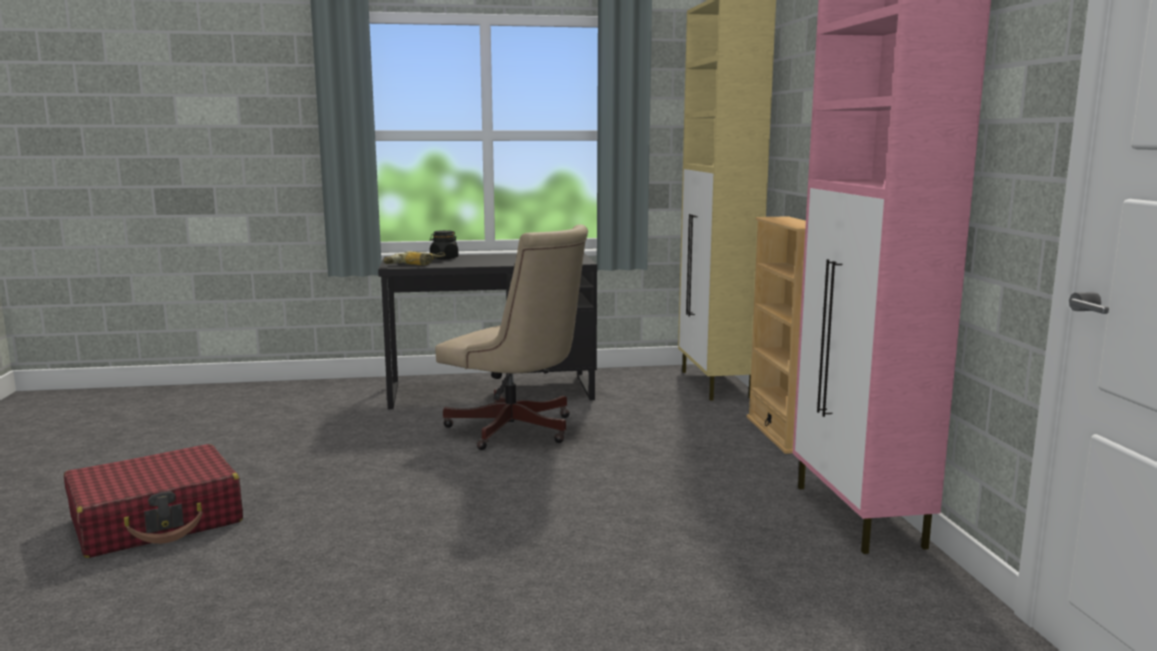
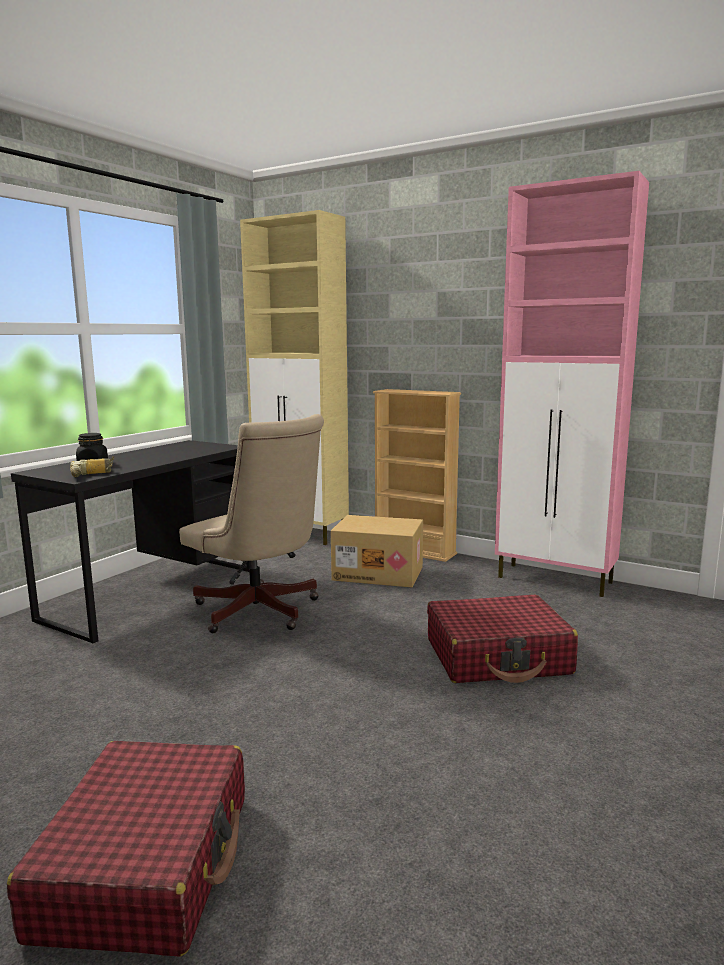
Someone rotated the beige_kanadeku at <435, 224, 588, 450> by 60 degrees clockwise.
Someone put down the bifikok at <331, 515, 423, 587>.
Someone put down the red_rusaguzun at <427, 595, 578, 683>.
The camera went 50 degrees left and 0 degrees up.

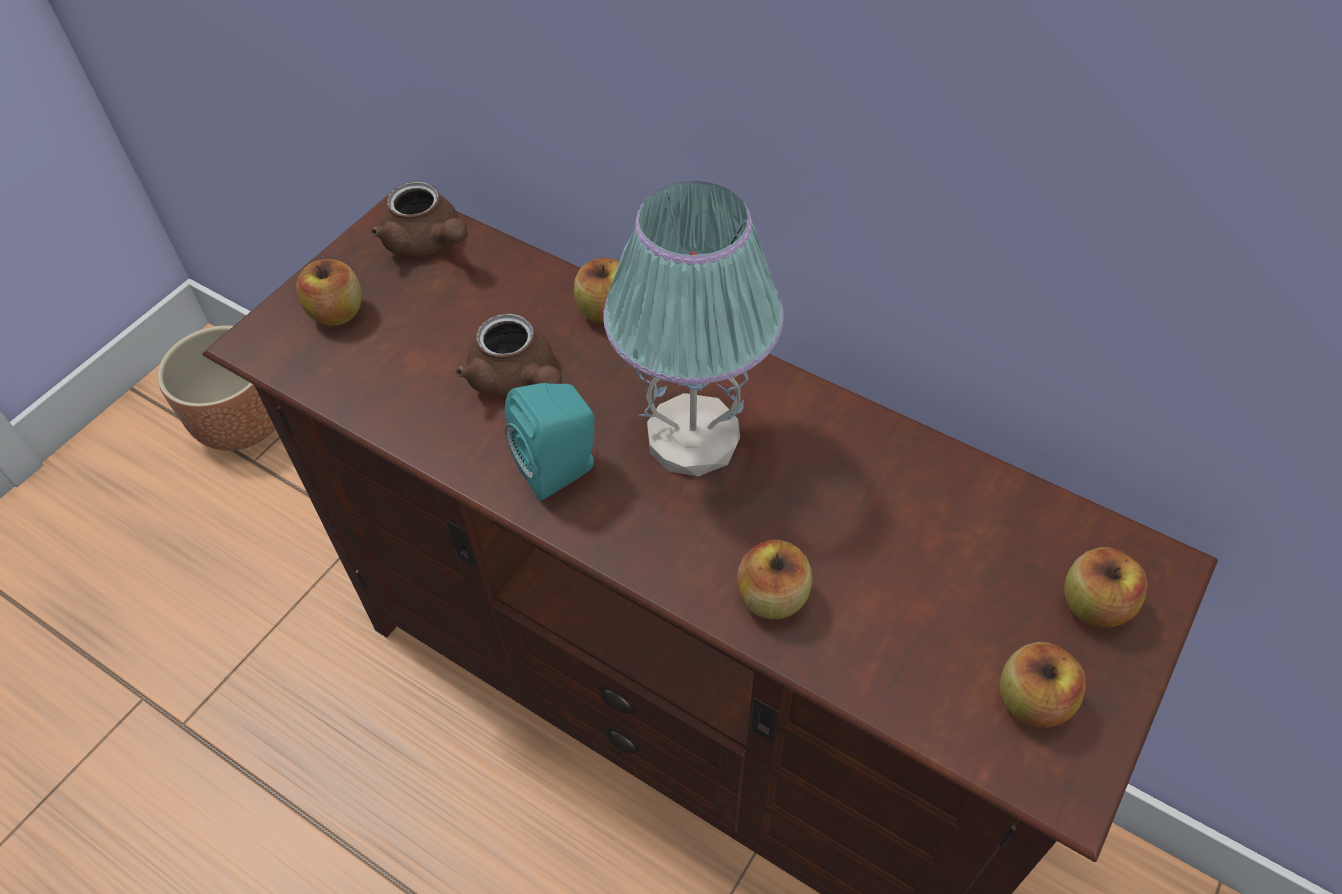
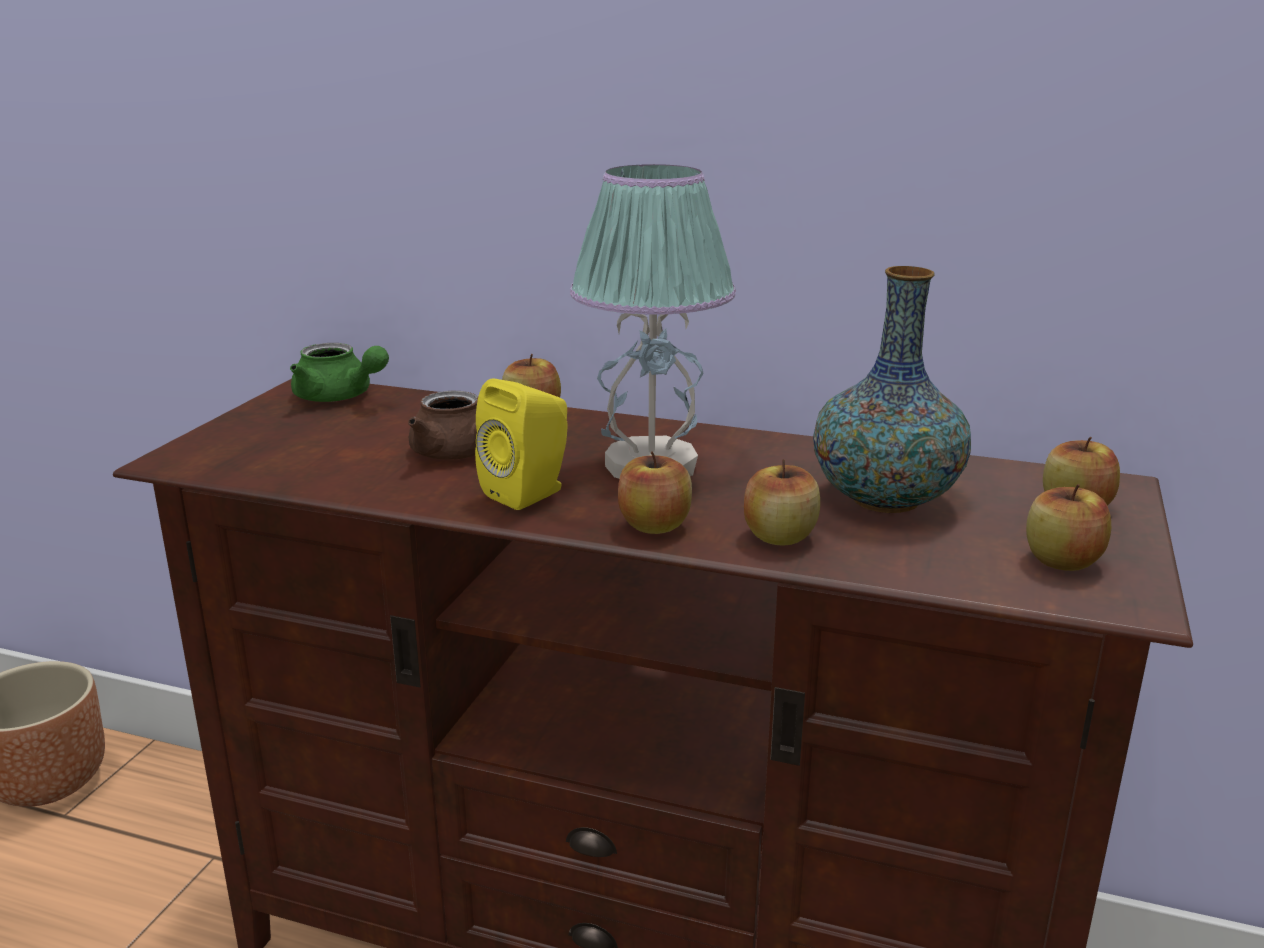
Someone carried the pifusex from <296, 259, 362, 325> to <618, 452, 692, 534>.
Someone repainted the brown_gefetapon at <371, 181, 467, 256>, which became the green_gefetapon at <290, 343, 389, 402>.
Someone repainted the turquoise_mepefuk at <505, 383, 595, 501>, which became the yellow_mepefuk at <475, 378, 568, 510>.
Someone put down the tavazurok at <813, 266, 971, 513>.
The camera went 15 degrees left and 30 degrees down.

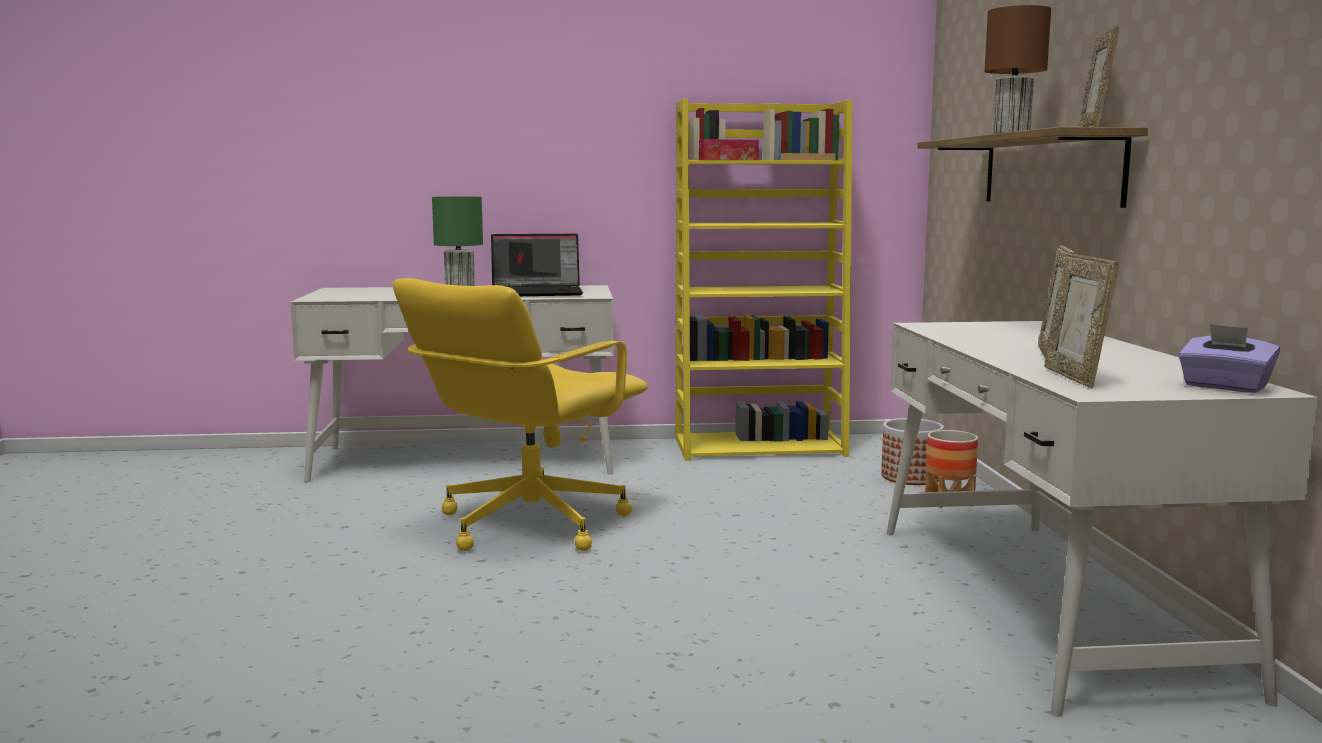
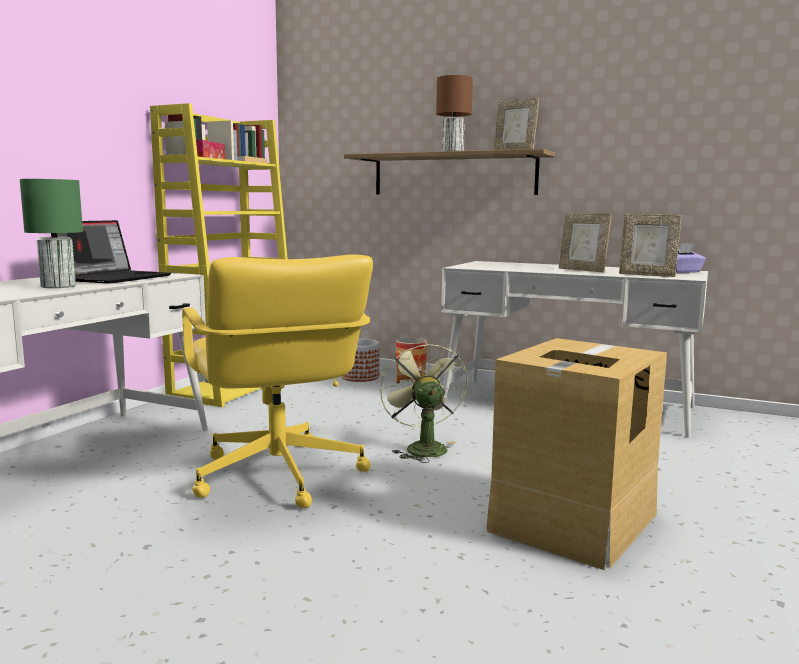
Someone put down the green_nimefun at <380, 339, 468, 463>.
Someone put down the bifikok at <486, 338, 667, 570>.
The camera went 60 degrees left and 0 degrees up.

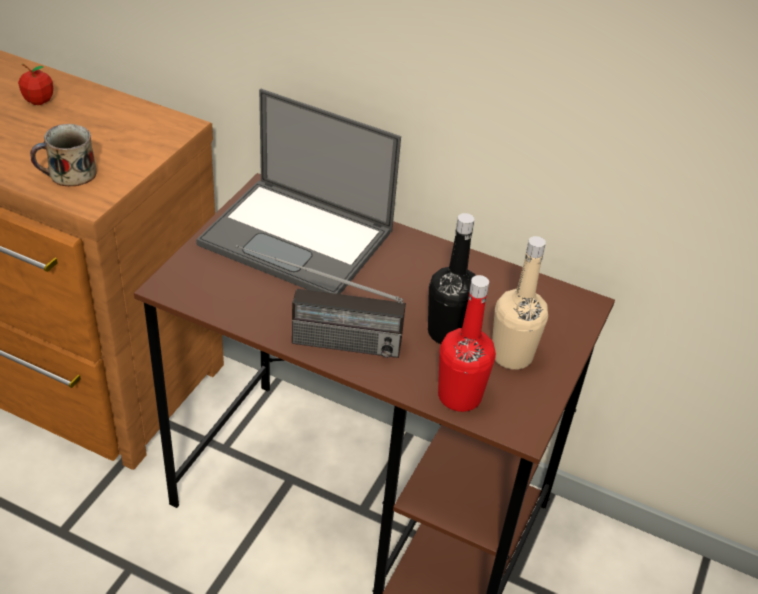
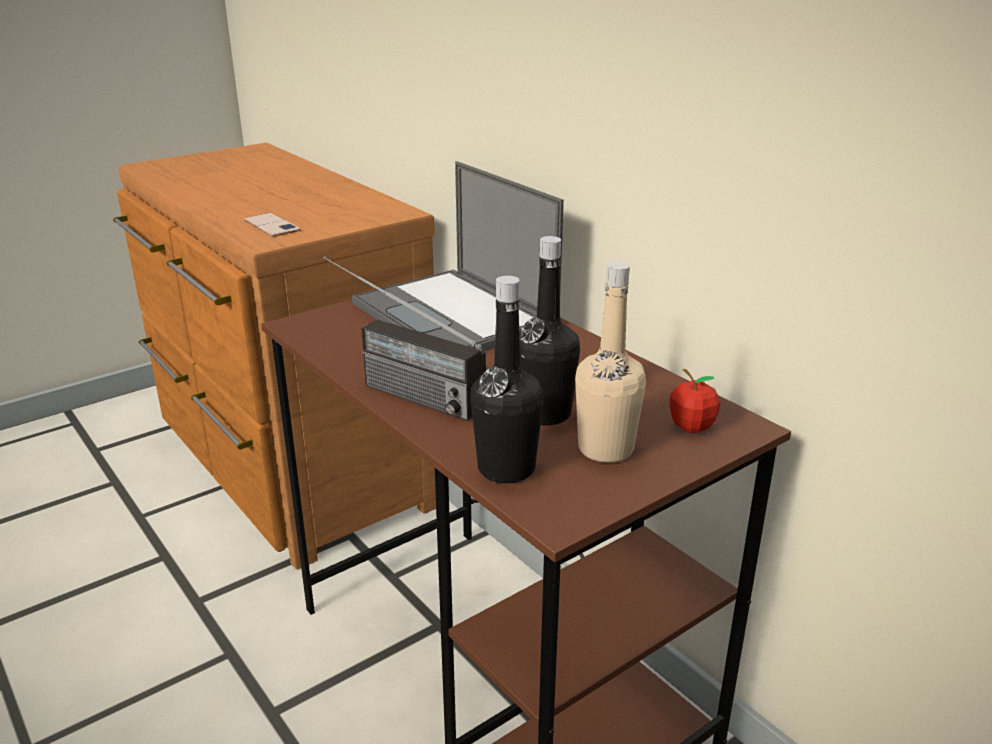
Someone carried the pifusex from <18, 64, 53, 105> to <669, 369, 721, 433>.
Someone swapped the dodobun at <30, 124, 97, 186> for the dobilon at <244, 213, 301, 237>.
Someone repainted the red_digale at <438, 275, 496, 412>, which became the black_digale at <470, 276, 544, 483>.
The camera went 30 degrees right and 15 degrees down.

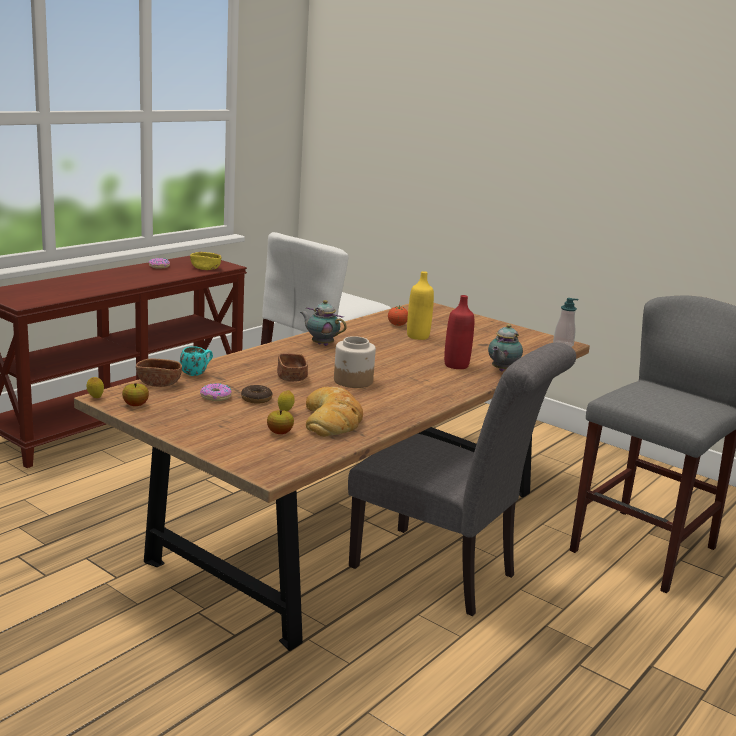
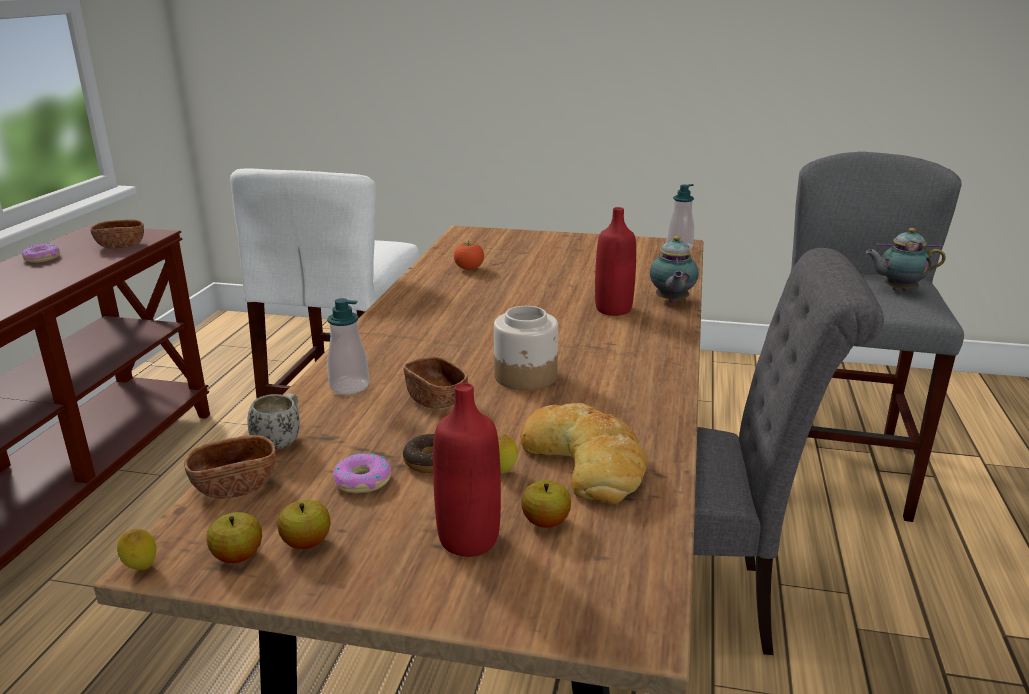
Someone repainted the turquoise_dodobun at <180, 346, 213, 376>, which became the white_dodobun at <247, 393, 300, 449>.
Someone repainted the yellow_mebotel at <190, 252, 221, 270>, which became the brown_mebotel at <90, 219, 144, 249>.
Someone carried the gefetapon from <300, 300, 347, 346> to <865, 228, 946, 291>.
Someone took away the yellow_digale at <407, 271, 434, 340>.
Someone put down the pifusex at <277, 500, 330, 549>.
Someone put down the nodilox at <327, 298, 369, 394>.
Someone put down the red_digale at <433, 383, 501, 557>.
The camera went 25 degrees left and 5 degrees up.

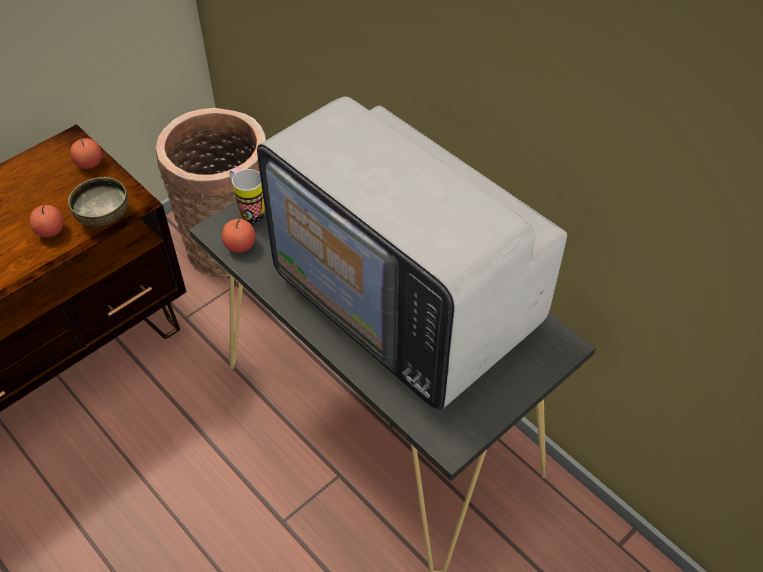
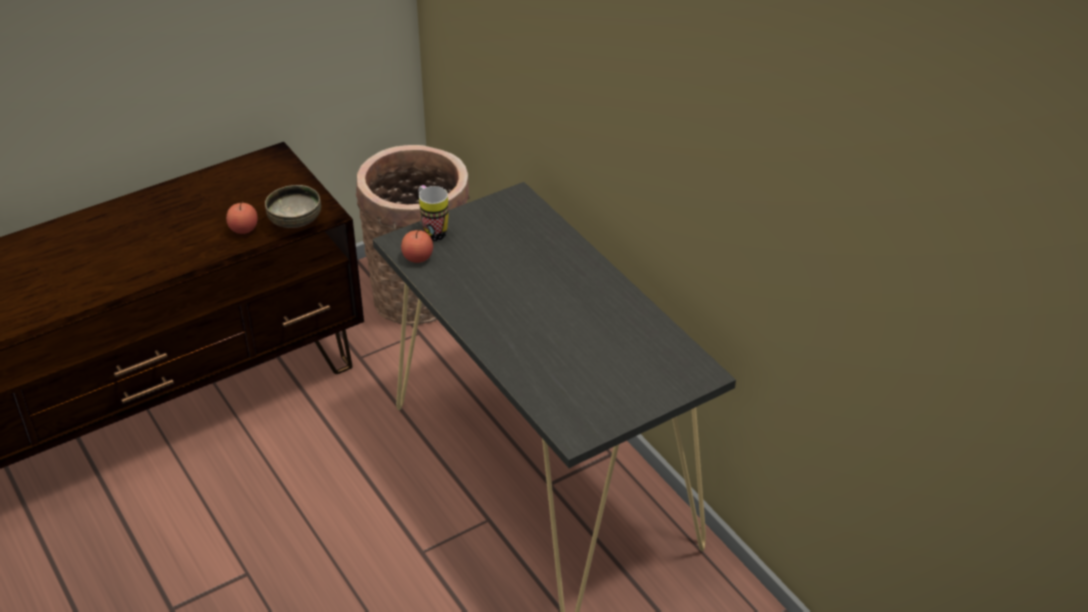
Someone took away the pifusex at <70, 136, 102, 169>.
Someone took away the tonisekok at <257, 96, 567, 410>.
The camera went 10 degrees right and 10 degrees down.

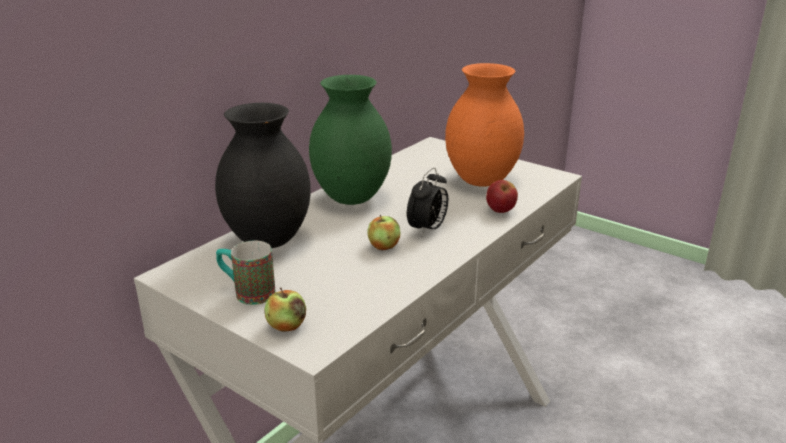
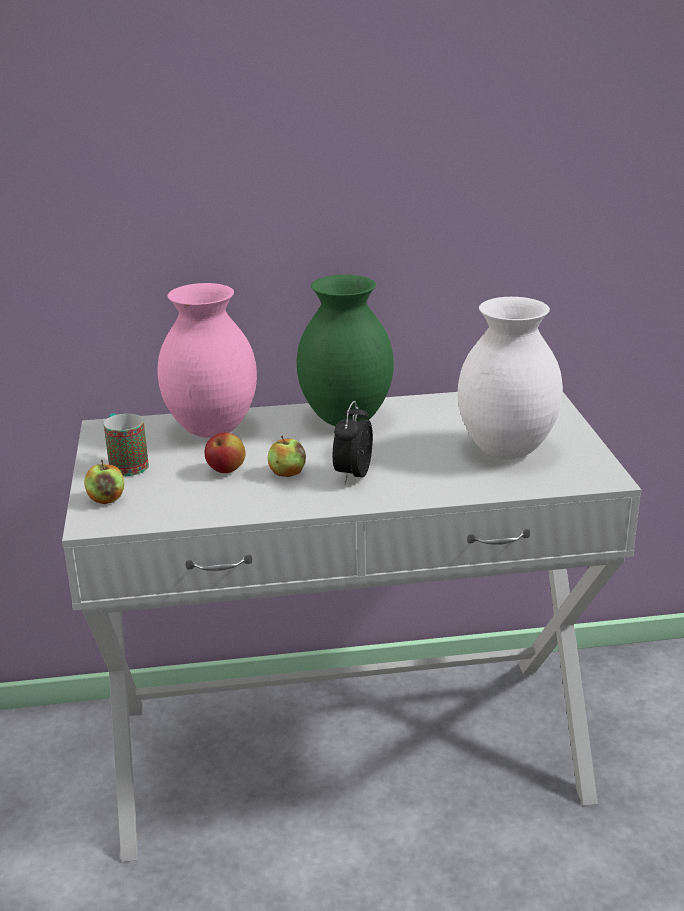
Someone repainted the black_tavazurok at <215, 103, 311, 248>, which became the pink_tavazurok at <157, 283, 257, 438>.
Someone rotated the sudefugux at <407, 168, 448, 237> by 120 degrees clockwise.
Someone repainted the orange_tavazurok at <445, 63, 524, 187>, which became the white_tavazurok at <458, 297, 563, 459>.
Someone carried the pifusex from <486, 180, 518, 213> to <205, 433, 246, 473>.
The camera went 45 degrees right and 0 degrees up.

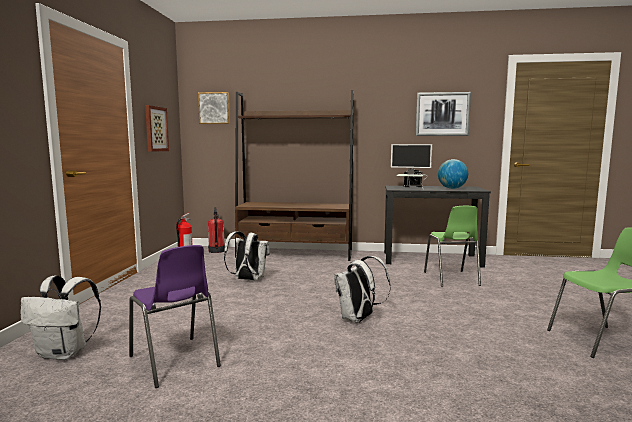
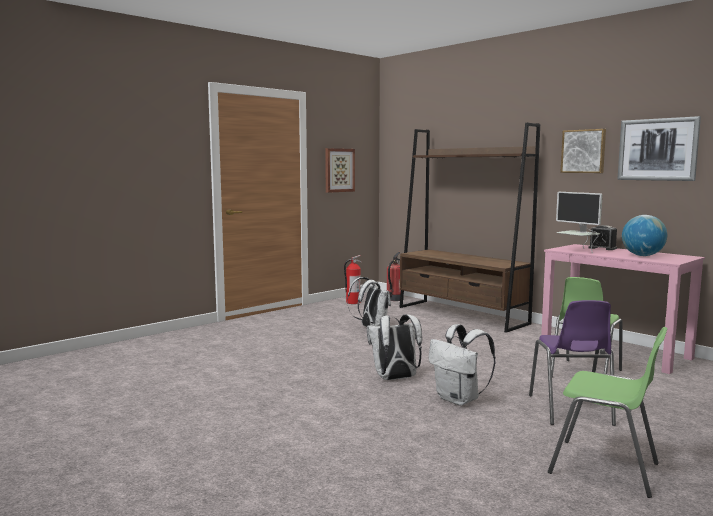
Someone carried the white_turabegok from <21, 275, 101, 360> to <428, 324, 496, 406>.
Someone carried the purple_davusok from <129, 245, 221, 388> to <529, 300, 616, 426>.
Someone carried the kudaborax from <198, 92, 230, 124> to <560, 129, 606, 173>.
Someone repainted the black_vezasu at <384, 186, 491, 268>, which became the pink_vezasu at <541, 244, 705, 374>.
The camera went 40 degrees right and 0 degrees up.

